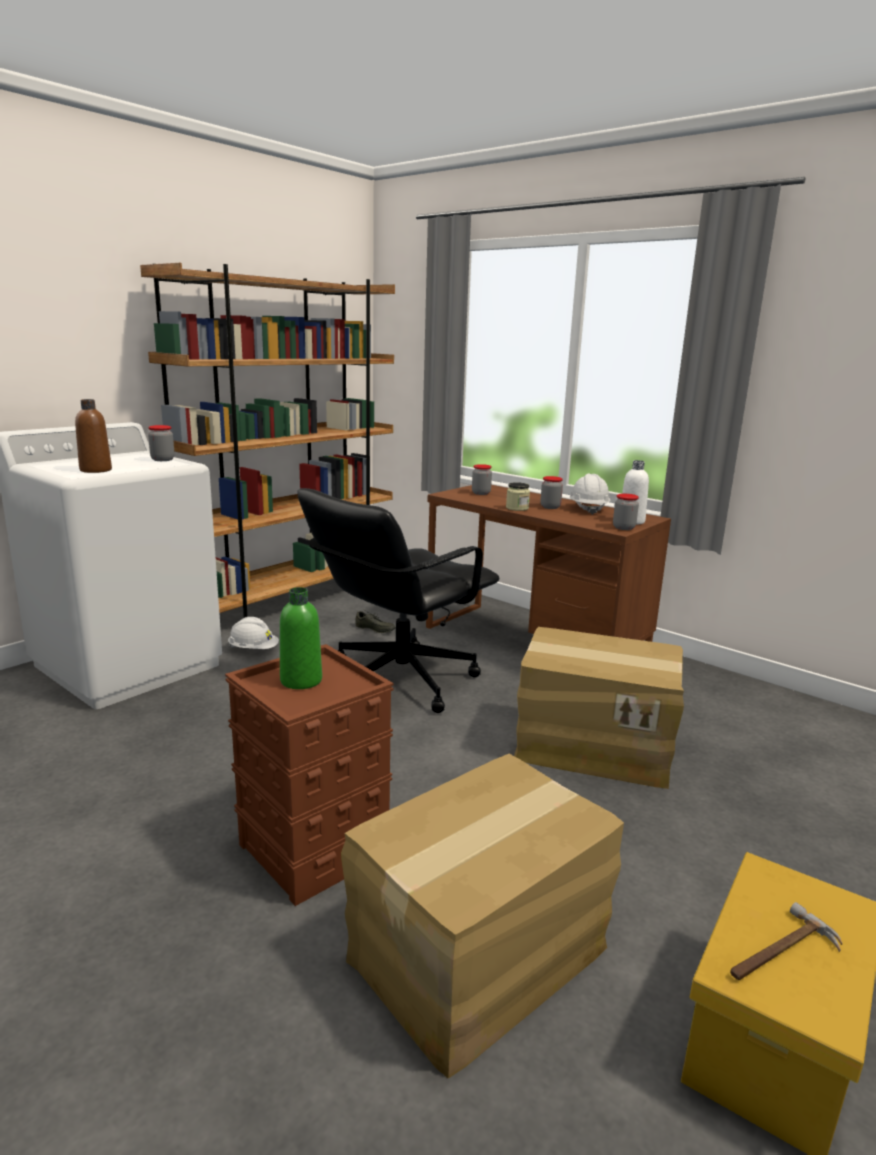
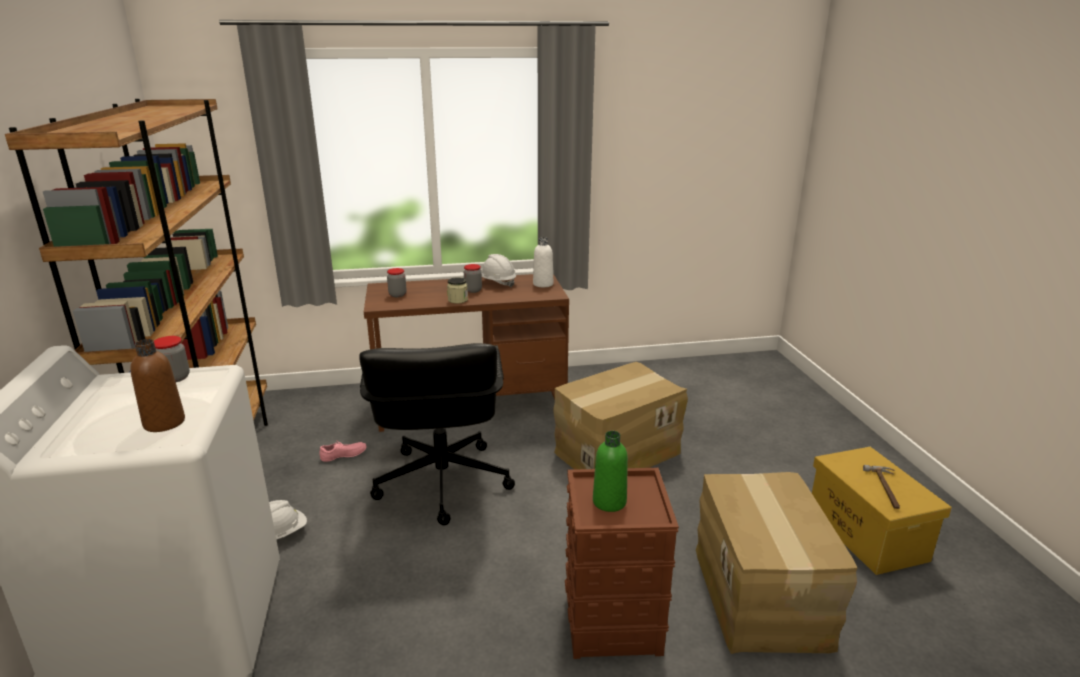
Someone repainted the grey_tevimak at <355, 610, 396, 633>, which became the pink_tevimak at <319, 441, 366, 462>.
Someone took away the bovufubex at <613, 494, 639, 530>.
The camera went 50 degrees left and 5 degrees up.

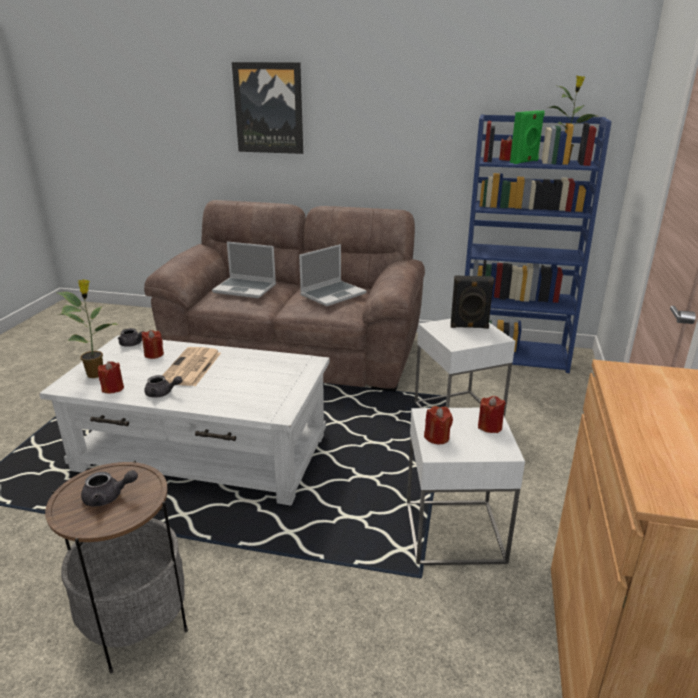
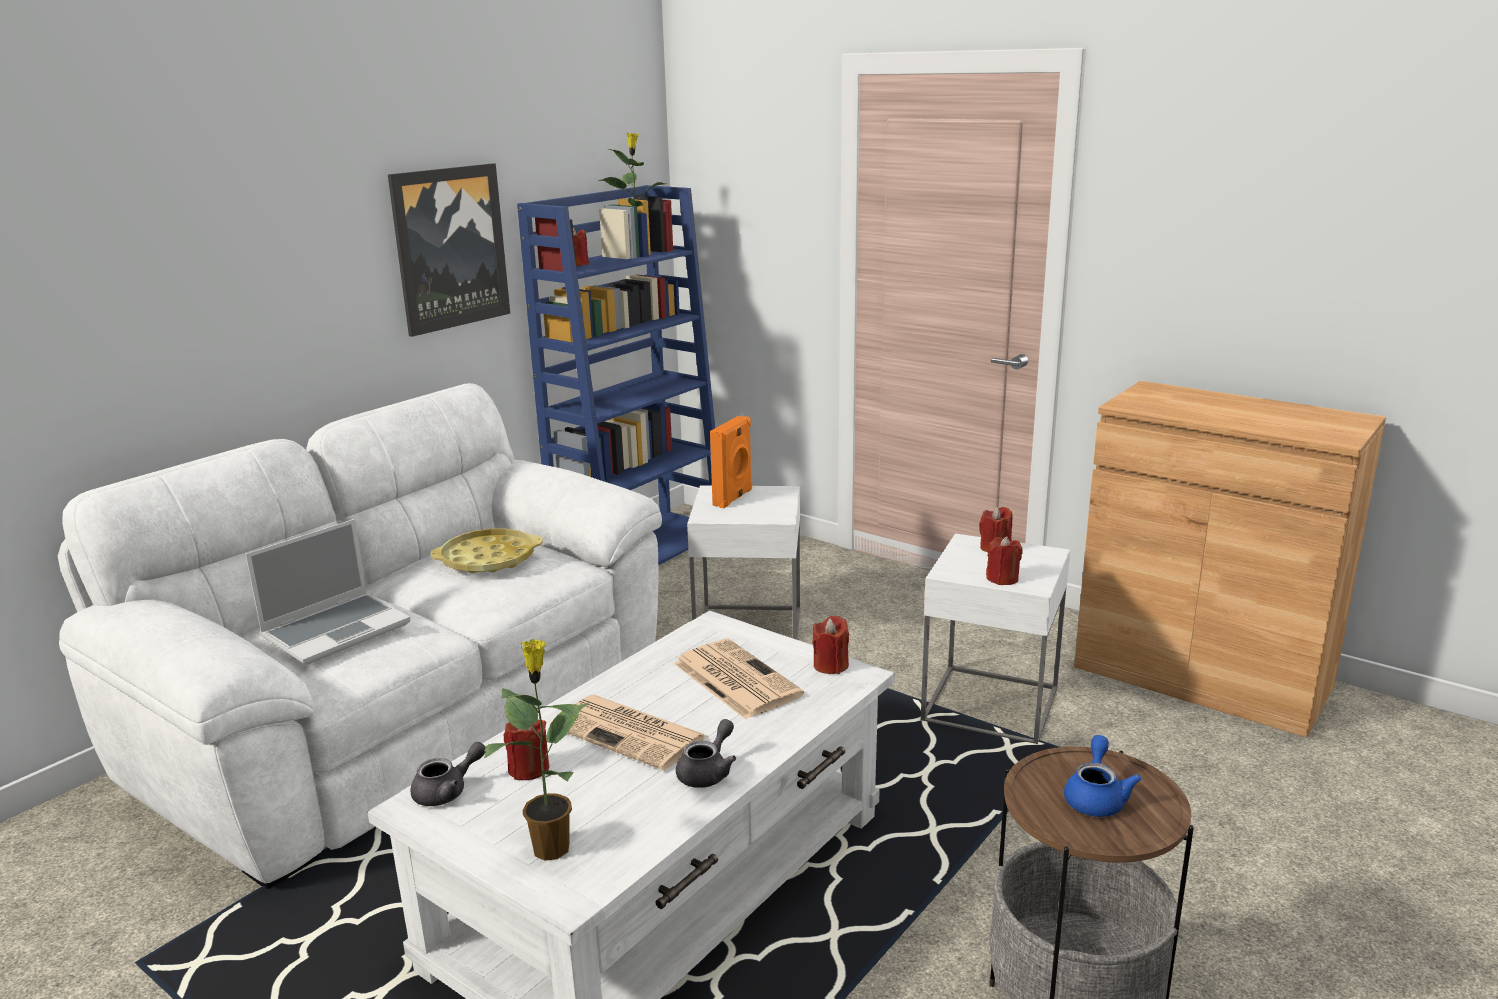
Someone repainted the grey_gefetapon at <81, 470, 138, 507>, which became the blue_gefetapon at <1064, 735, 1141, 817>.
Someone carried the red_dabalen from <98, 361, 124, 394> to <812, 616, 849, 674>.
Someone repainted the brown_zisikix at <144, 200, 425, 392>, which became the white_zisikix at <58, 383, 662, 889>.
Someone carried the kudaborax from <232, 62, 303, 154> to <388, 163, 510, 337>.
Someone swapped the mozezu at <299, 244, 367, 306> for the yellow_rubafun at <430, 529, 543, 573>.
Someone repainted the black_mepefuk at <451, 276, 494, 329>, which became the orange_mepefuk at <710, 416, 752, 508>.
Someone took away the green_mepefuk at <510, 110, 545, 164>.
Someone put down the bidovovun at <674, 639, 804, 719>.
The camera went 65 degrees left and 5 degrees down.

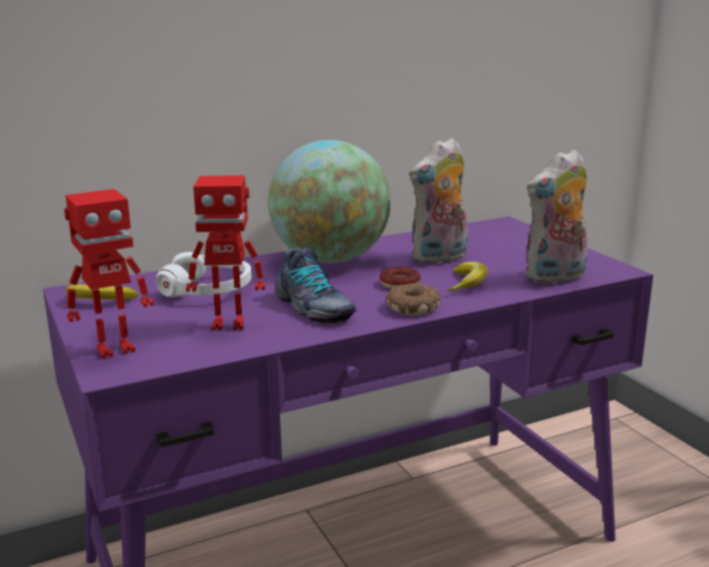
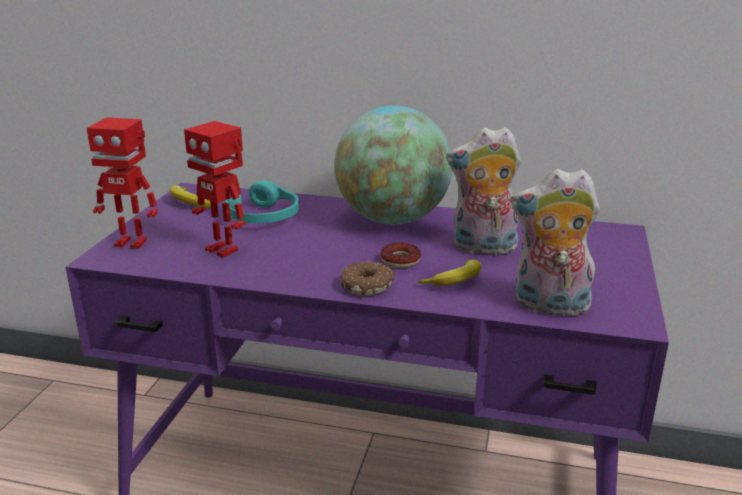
Someone repainted the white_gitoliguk at <156, 252, 252, 297>, which became the turquoise_gitoliguk at <223, 181, 299, 223>.
Someone took away the tevimak at <275, 248, 357, 323>.
The camera went 40 degrees right and 5 degrees up.

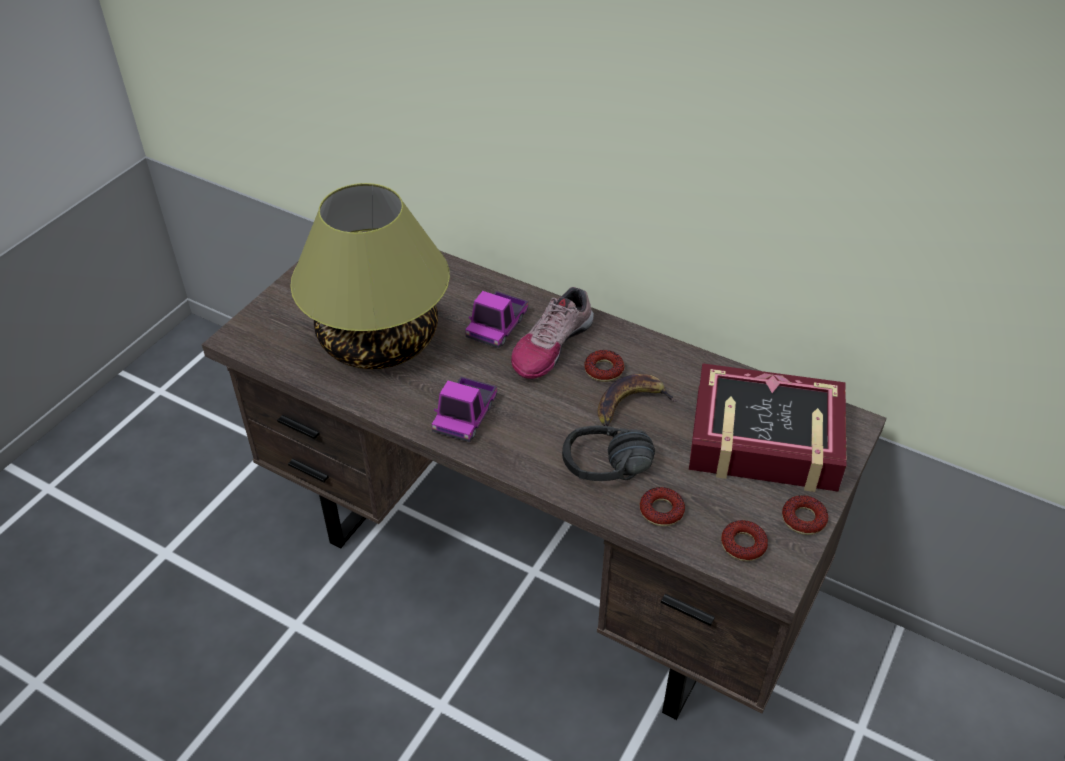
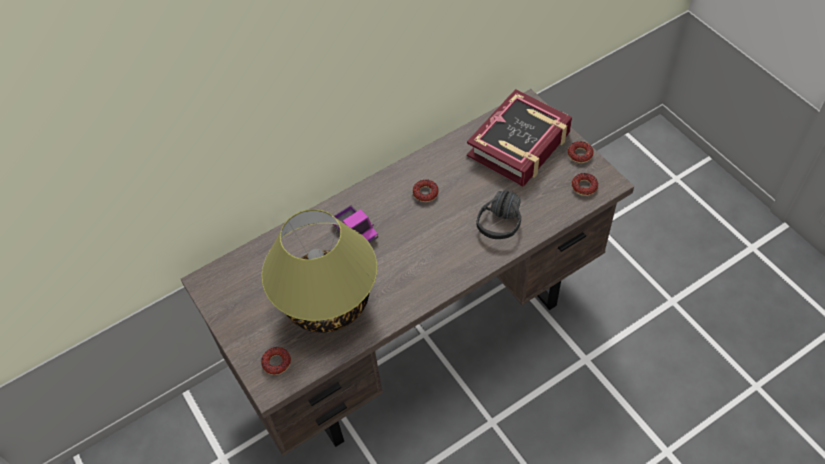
Someone took away the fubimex at <432, 377, 497, 442>.
Someone took away the tevimak at <511, 287, 594, 379>.
Someone took away the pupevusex at <598, 374, 677, 426>.
Someone carried the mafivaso from <640, 487, 685, 526> to <261, 347, 291, 375>.
The camera went 60 degrees left and 10 degrees up.

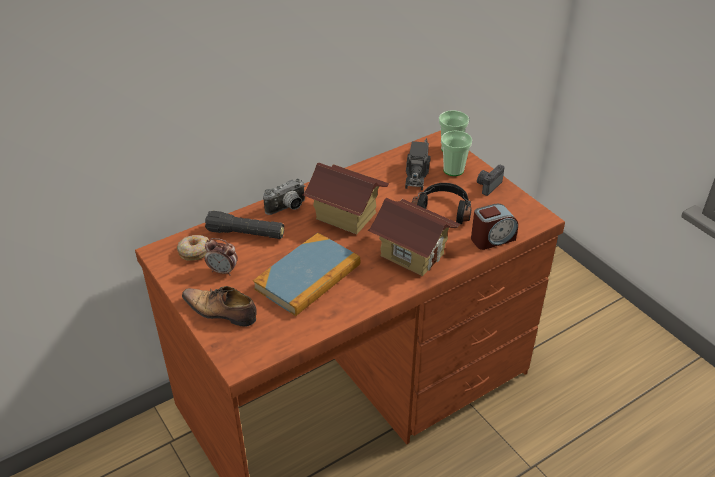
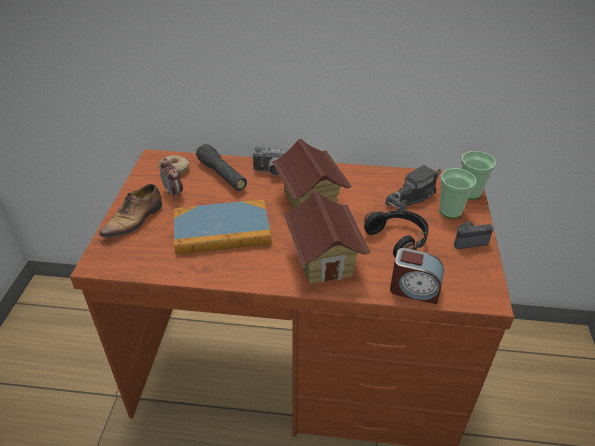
Someone rotated the tevimak at <182, 286, 257, 327> by 120 degrees counterclockwise.
The camera went 40 degrees right and 0 degrees up.

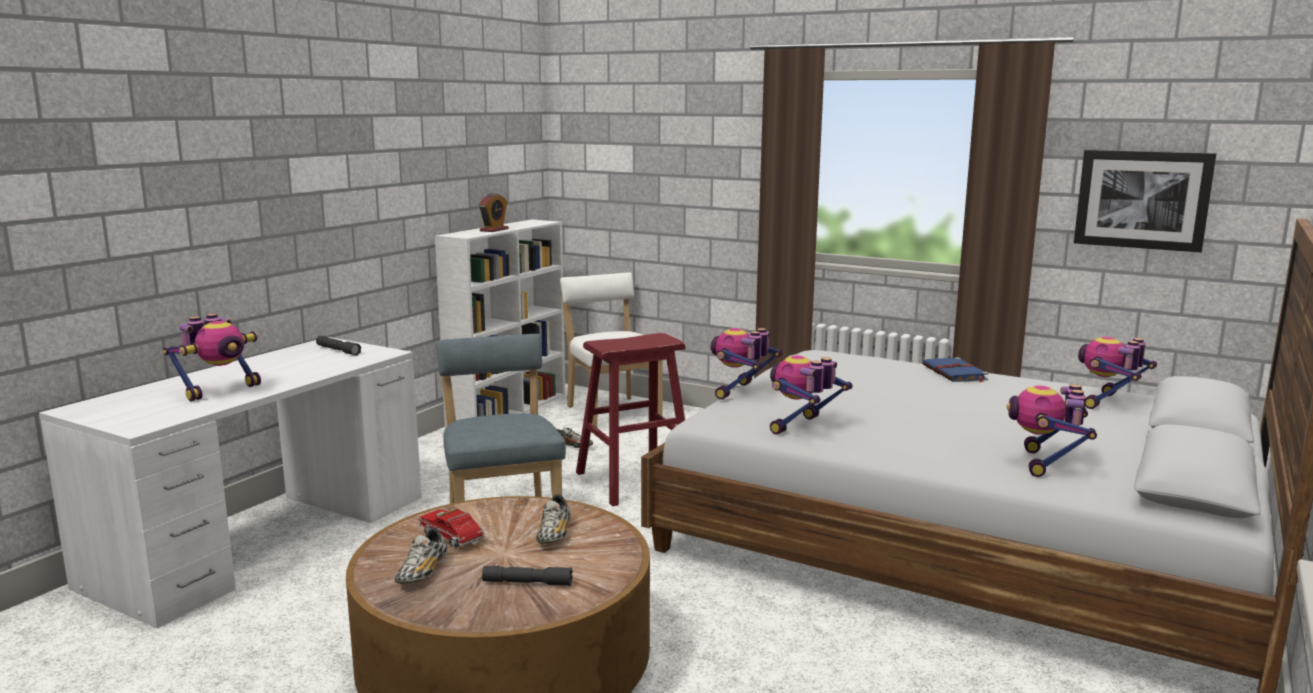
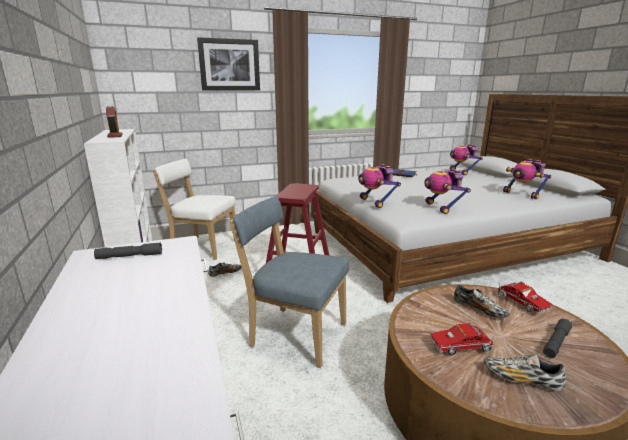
Someone took away the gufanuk at <163, 314, 261, 401>.
Someone rotated the tevimak at <395, 528, 447, 584> by 150 degrees clockwise.
Someone carried the kudaborax from <1074, 150, 1217, 252> to <197, 37, 260, 91>.
Someone put down the fubimex at <497, 281, 553, 314>.
The camera went 50 degrees left and 5 degrees up.

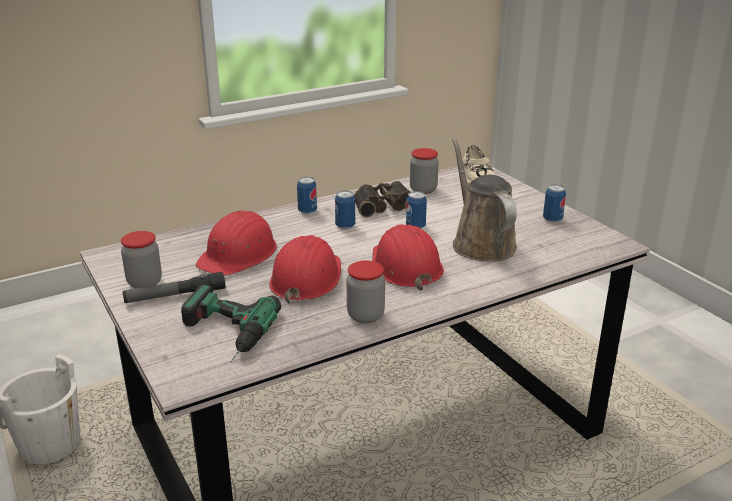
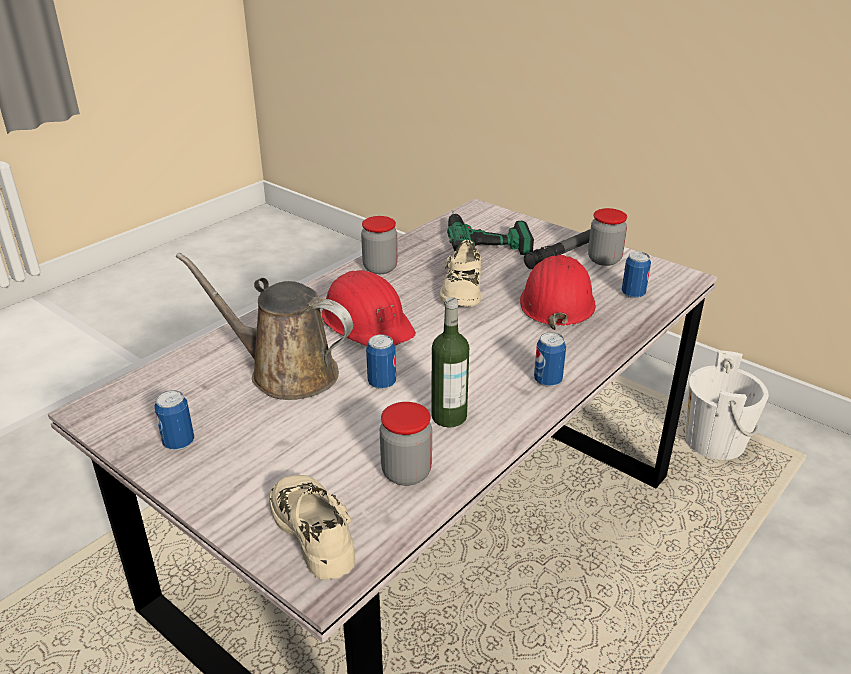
Someone swapped the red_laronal at <269, 235, 341, 304> for the beige_tevimak at <439, 240, 481, 307>.
Someone carried the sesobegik from <335, 190, 355, 229> to <622, 252, 651, 299>.
Someone swapped the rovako at <354, 181, 410, 218> for the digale at <431, 297, 469, 428>.
Someone rotated the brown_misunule at <452, 138, 517, 262> by 150 degrees clockwise.
The camera went 160 degrees right and 5 degrees up.

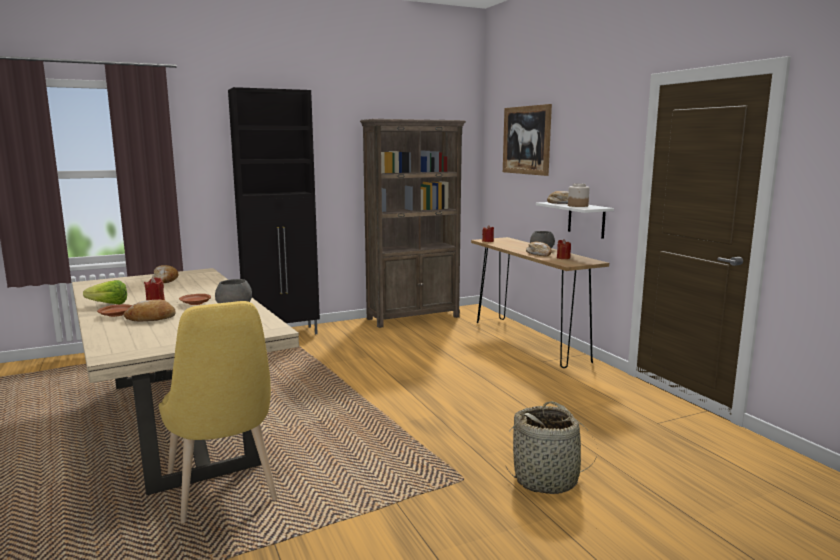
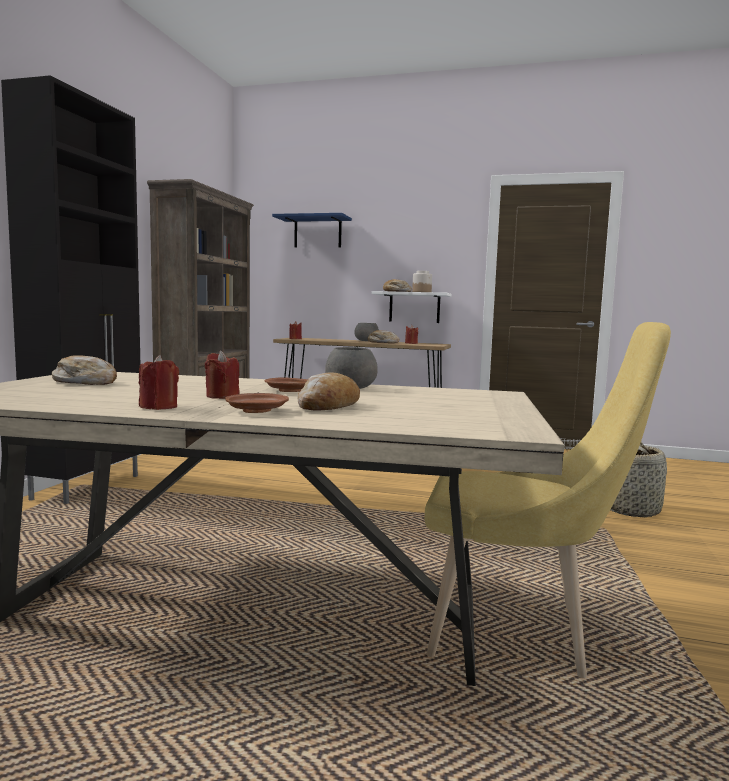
Someone swapped the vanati at <83, 280, 127, 304> for the red_dabalen at <139, 355, 179, 410>.
Someone swapped the kudaborax at <503, 104, 552, 176> for the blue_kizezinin at <272, 213, 352, 247>.
The camera went 50 degrees left and 5 degrees down.

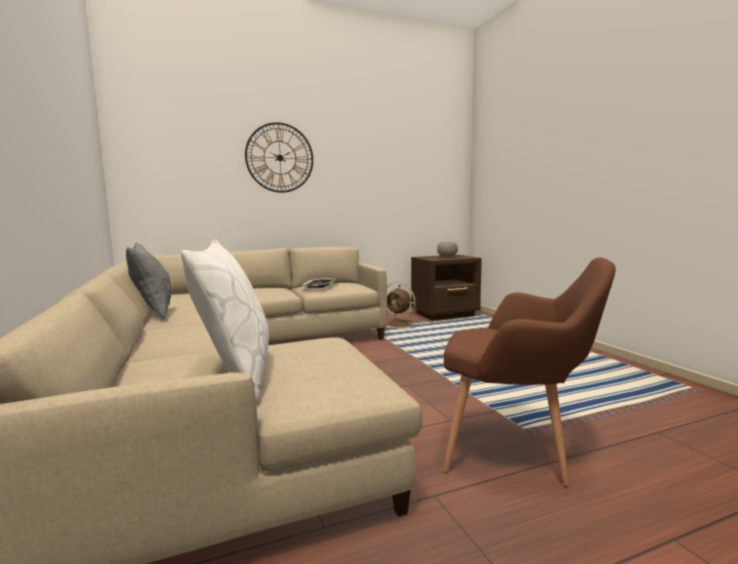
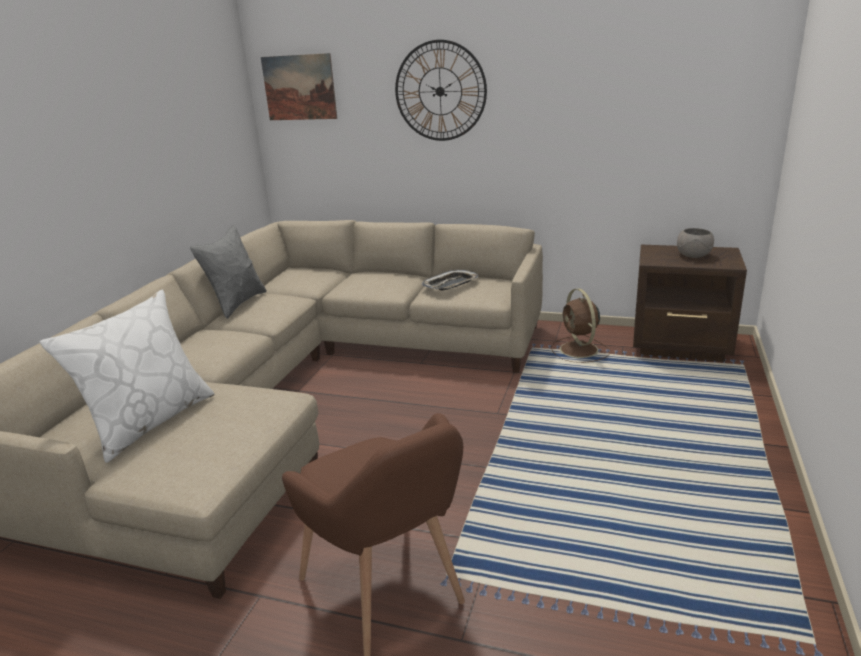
Someone put up the kudaborax at <261, 53, 337, 120>.
The camera went 40 degrees right and 15 degrees up.

